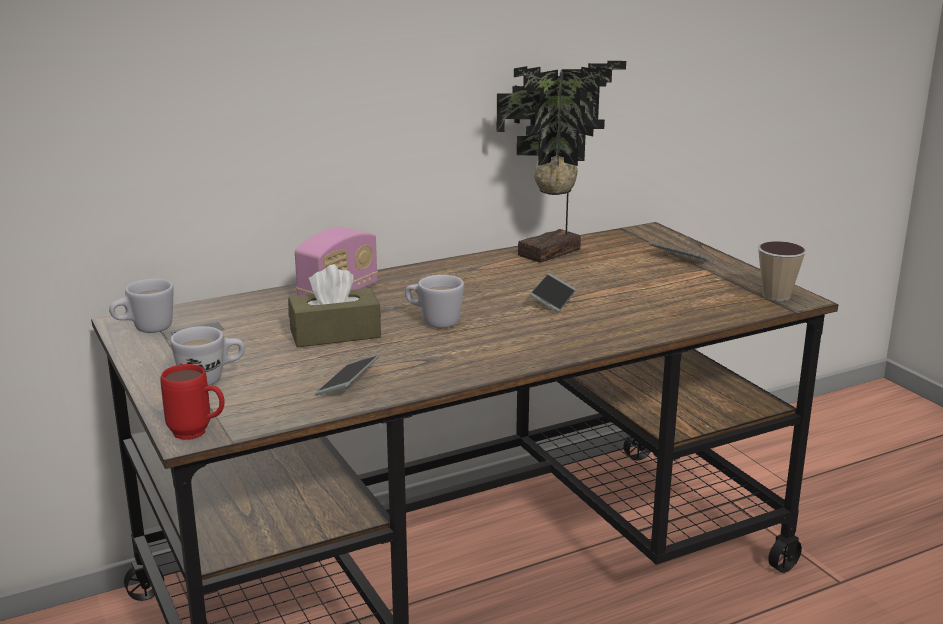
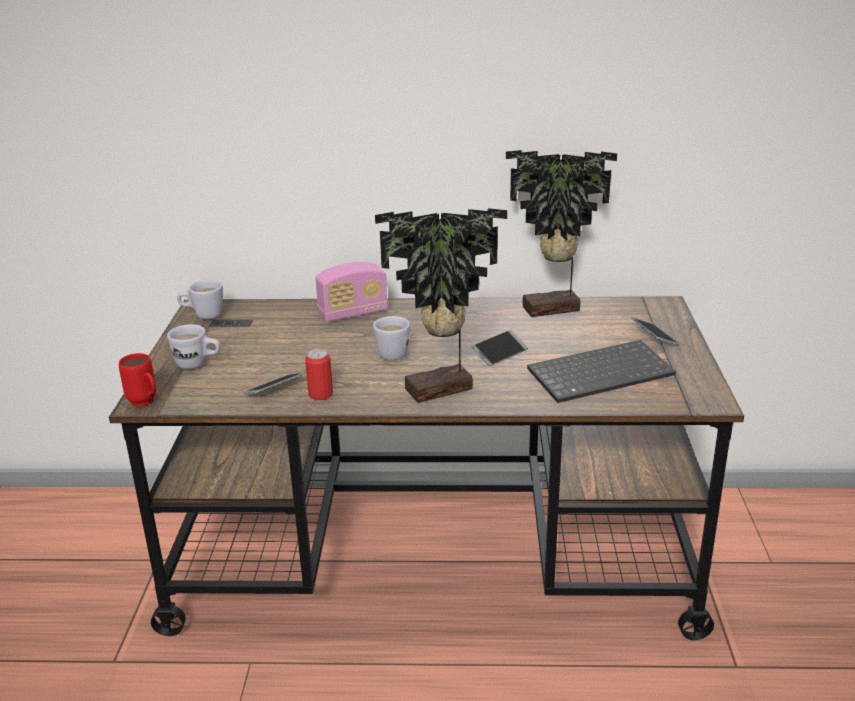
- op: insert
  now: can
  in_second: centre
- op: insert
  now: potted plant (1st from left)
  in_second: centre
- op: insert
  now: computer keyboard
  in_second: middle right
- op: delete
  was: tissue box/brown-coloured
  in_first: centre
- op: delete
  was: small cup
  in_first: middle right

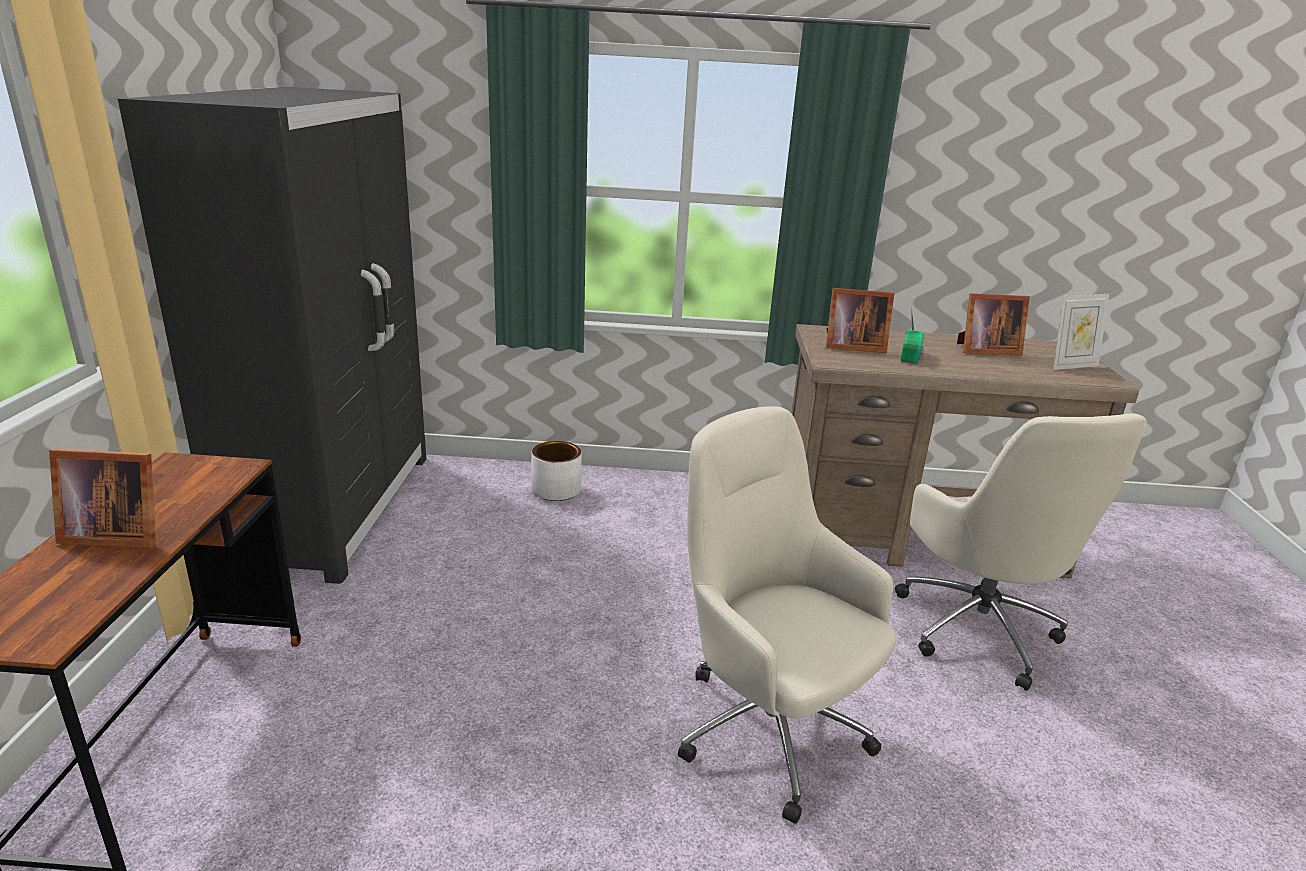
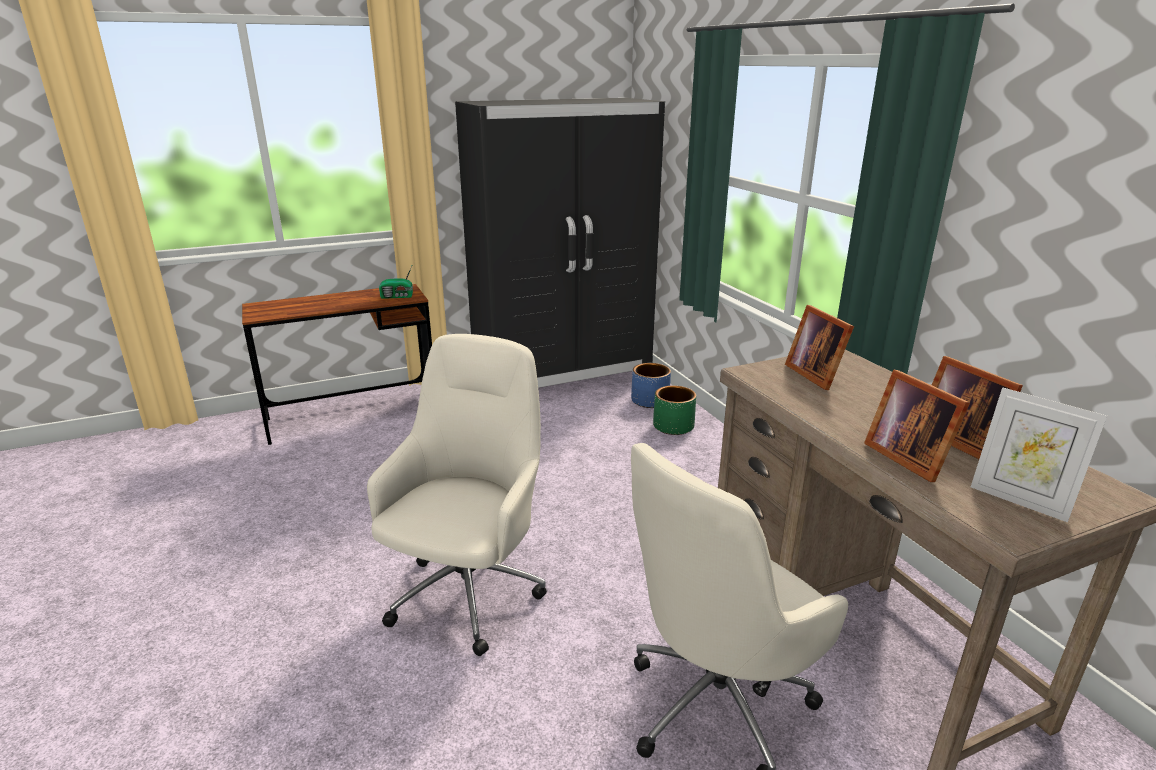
- op: move
  was: radio receiver
  in_first: middle right
  in_second: centre
- op: insert
  now: plant pot/bluish
  in_second: centre
- op: recolor
  was: plant pot/white
  now: plant pot/greenish
  in_first: centre
  in_second: centre
- op: move
  was: standing frame (1st from left in the first image)
  now: standing frame (2nd from left)
  in_first: middle left
  in_second: middle right

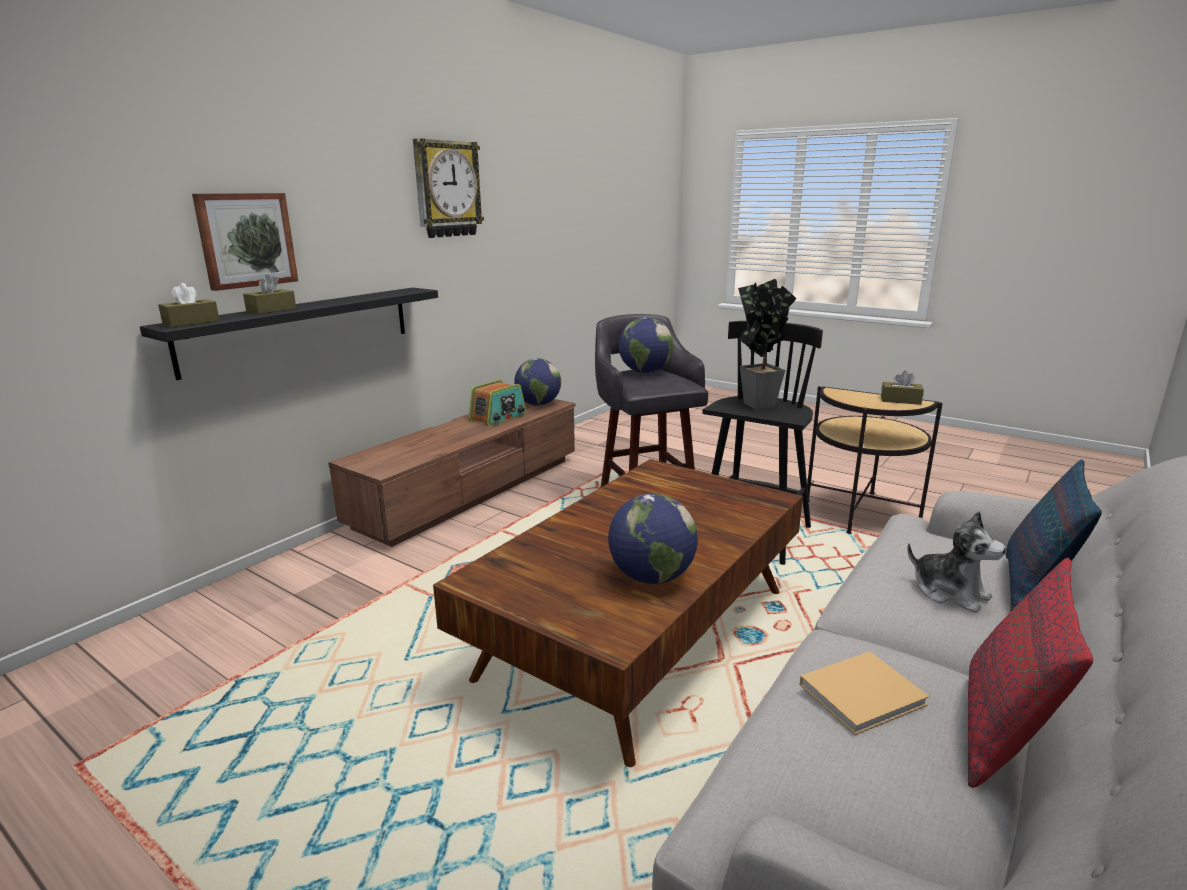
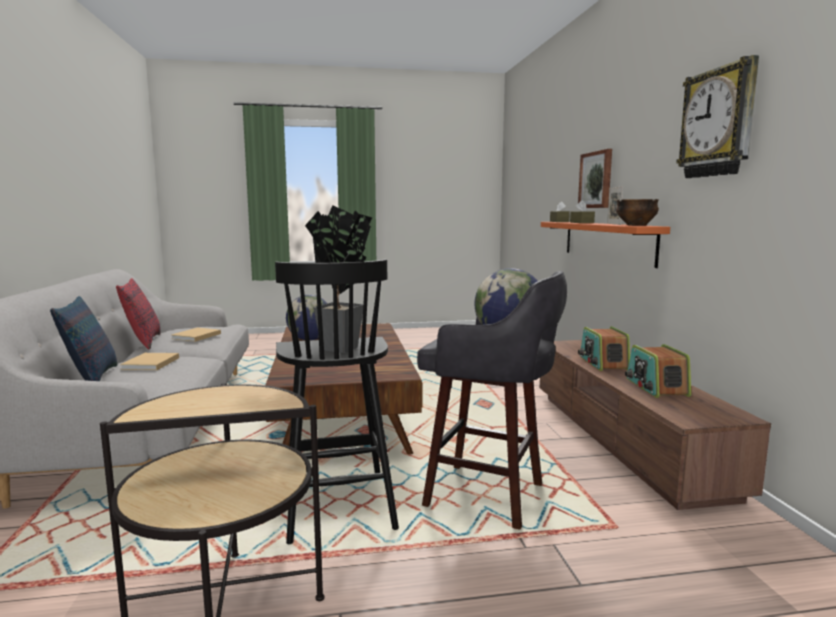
- op: replace
  was: soft toy
  now: bound book/beige (1st from left)
  in_first: middle right
  in_second: middle left
- op: recolor
  was: shelf/black-coloured
  now: shelf/orange-coloured
  in_first: middle left
  in_second: middle right
- op: insert
  now: radio receiver (1st from left)
  in_second: middle right
- op: insert
  now: standing frame
  in_second: top right
- op: insert
  now: deep dish
  in_second: middle right
- op: delete
  was: globe (1st from left)
  in_first: centre
- op: delete
  was: tissue box/brown-coloured (3rd from left)
  in_first: middle right

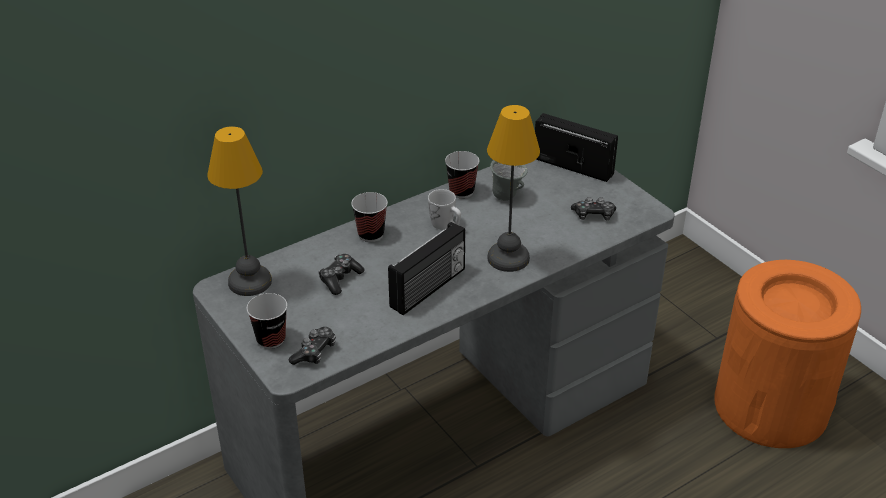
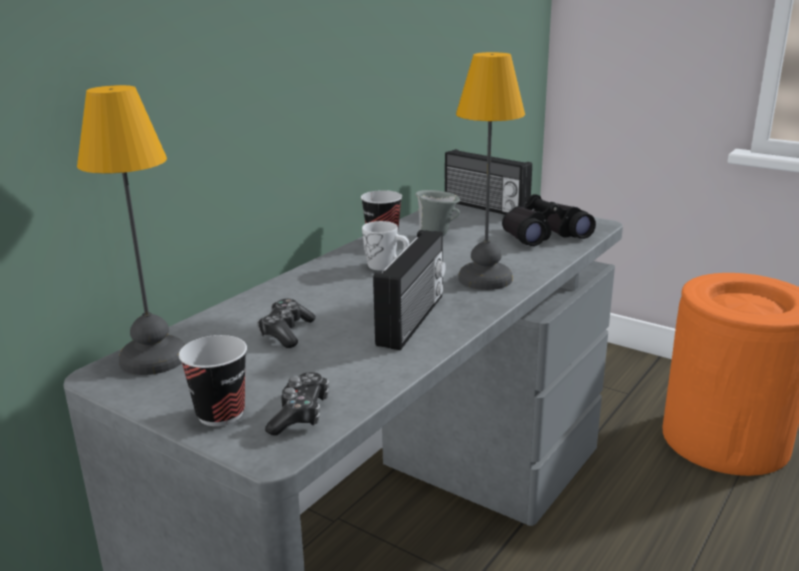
- op: rotate
  was: radio receiver (2nd from left)
  in_first: top centre
  in_second: top centre
  clockwise: -150
- op: replace
  was: joypad (3rd from left)
  now: pair of binoculars/black-coloured
  in_first: middle right
  in_second: middle right
- op: delete
  was: small cup (2nd from left)
  in_first: centre

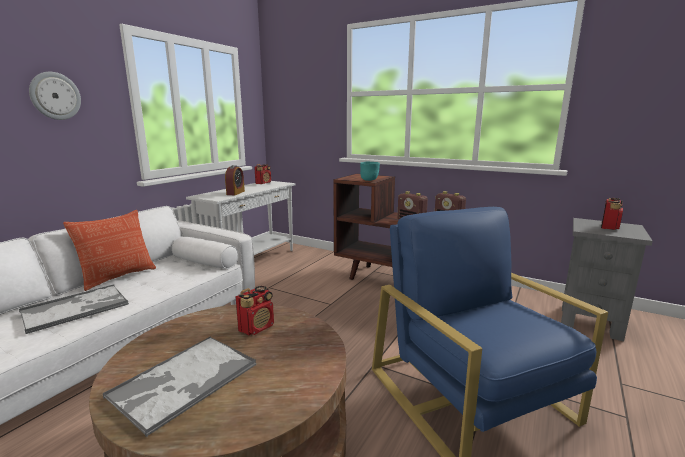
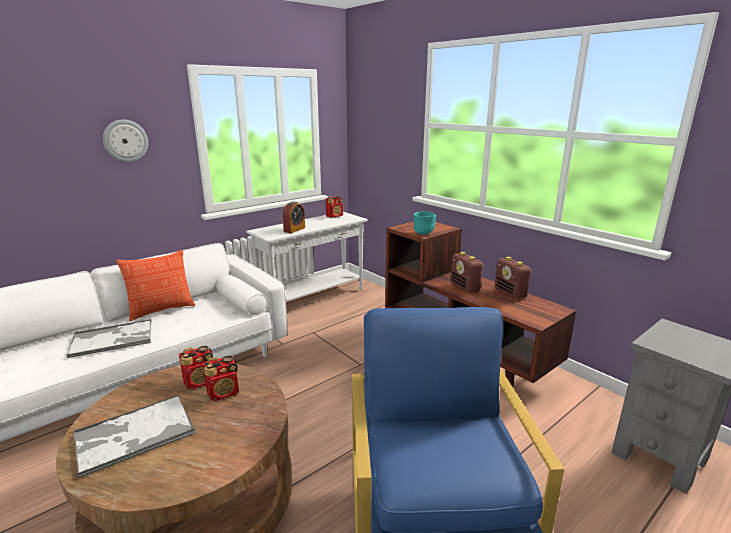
- op: move
  was: radio receiver (5th from left in the first image)
  now: radio receiver (1st from left)
  in_first: middle right
  in_second: bottom left

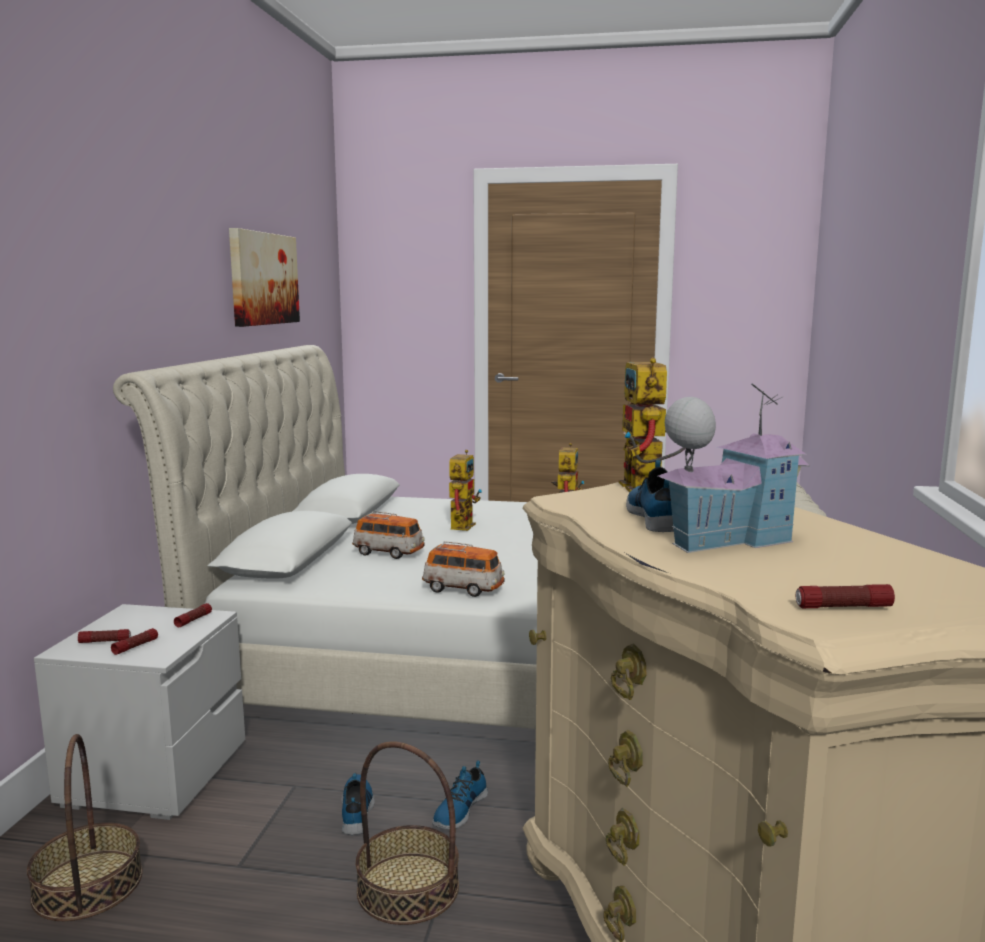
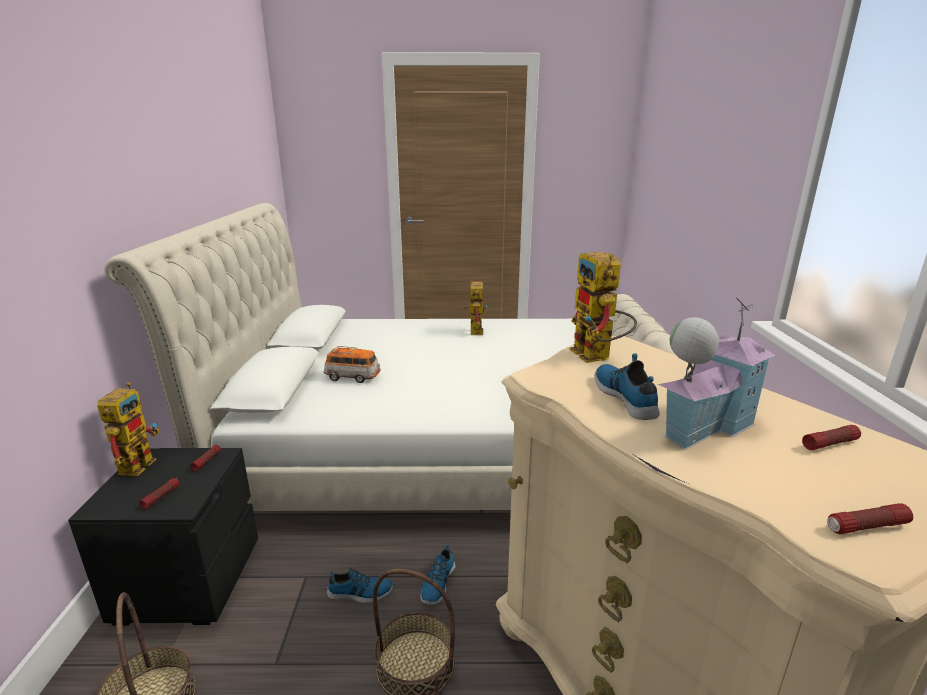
- op: recolor
  was: bedside table/white
  now: bedside table/black-coloured
  in_first: bottom left
  in_second: bottom left
- op: move
  was: model robot (1st from left)
  in_first: centre
  in_second: middle left
- op: rotate
  was: low shoe (1st from left)
  in_first: bottom centre
  in_second: bottom centre
  clockwise: 105
- op: move
  was: flashlight (1st from left in the first image)
  now: flashlight (3rd from left)
  in_first: bottom left
  in_second: middle right
- op: delete
  was: wall picture
  in_first: top left
- op: delete
  was: model car (2nd from left)
  in_first: centre

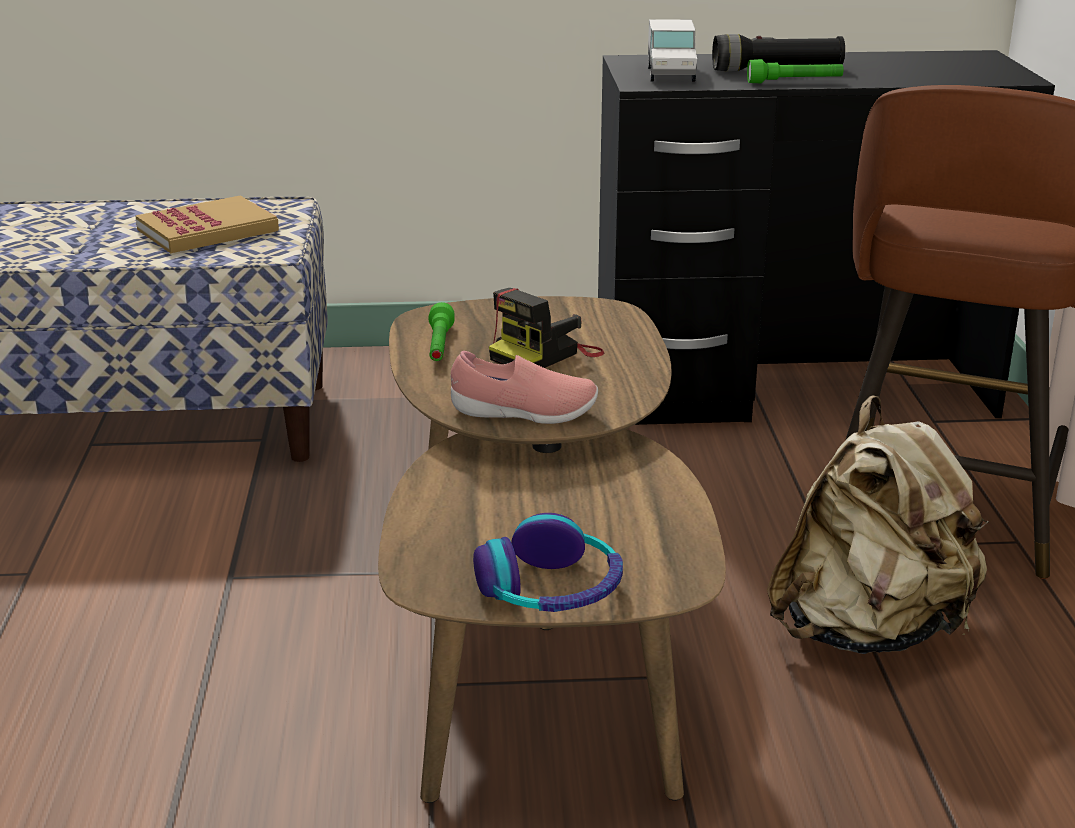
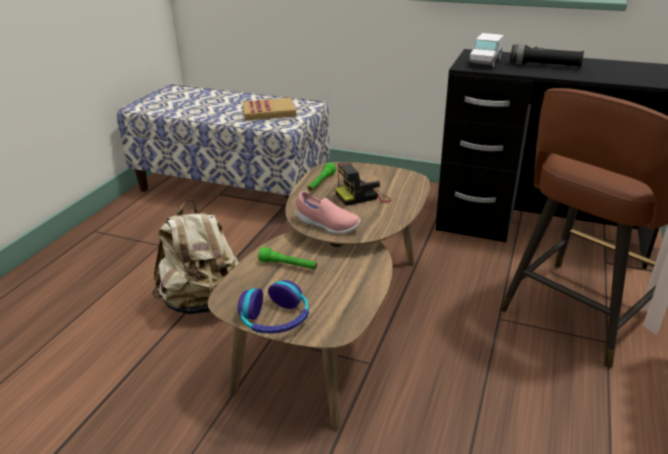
- op: move
  was: backpack/beige
  in_first: middle right
  in_second: middle left
- op: move
  was: flashlight/greenish (2nd from left in the first image)
  now: flashlight/greenish (1st from left)
  in_first: top right
  in_second: centre

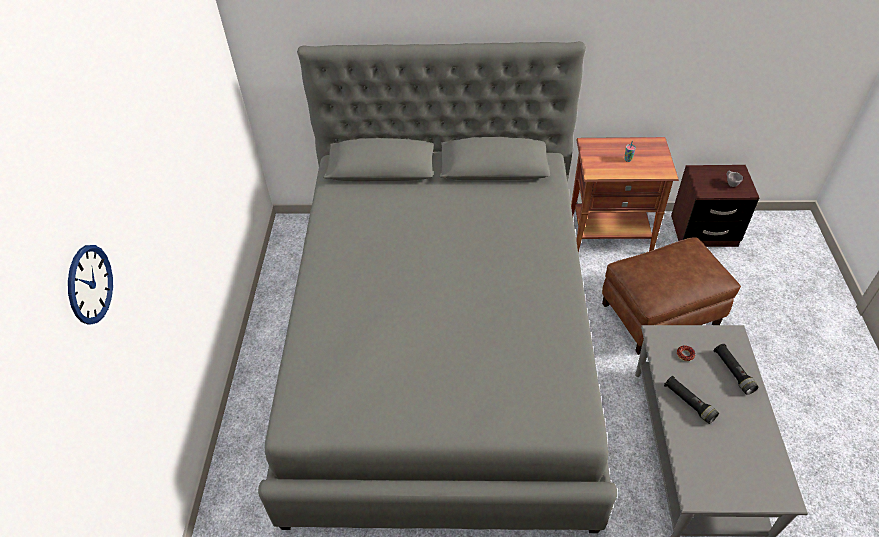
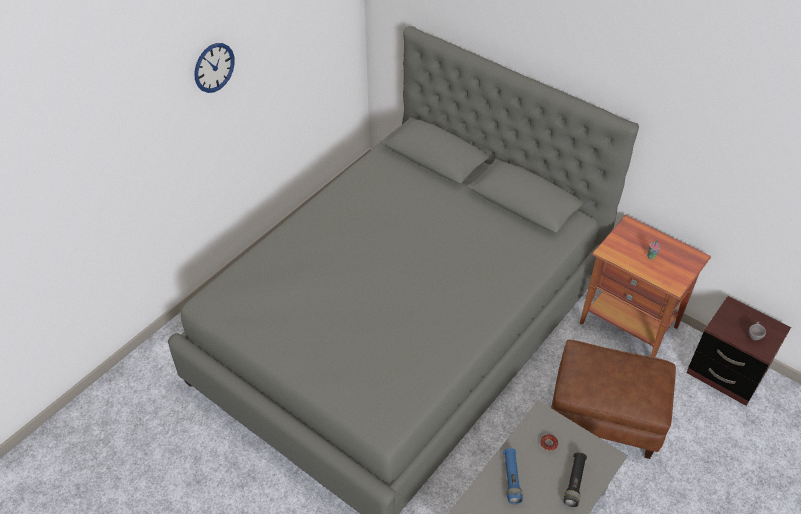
- op: move
  was: hanging clock
  in_first: middle left
  in_second: top left
- op: recolor
  was: flashlight/black-coloured (1st from left)
  now: flashlight/bluish
  in_first: bottom right
  in_second: bottom centre

